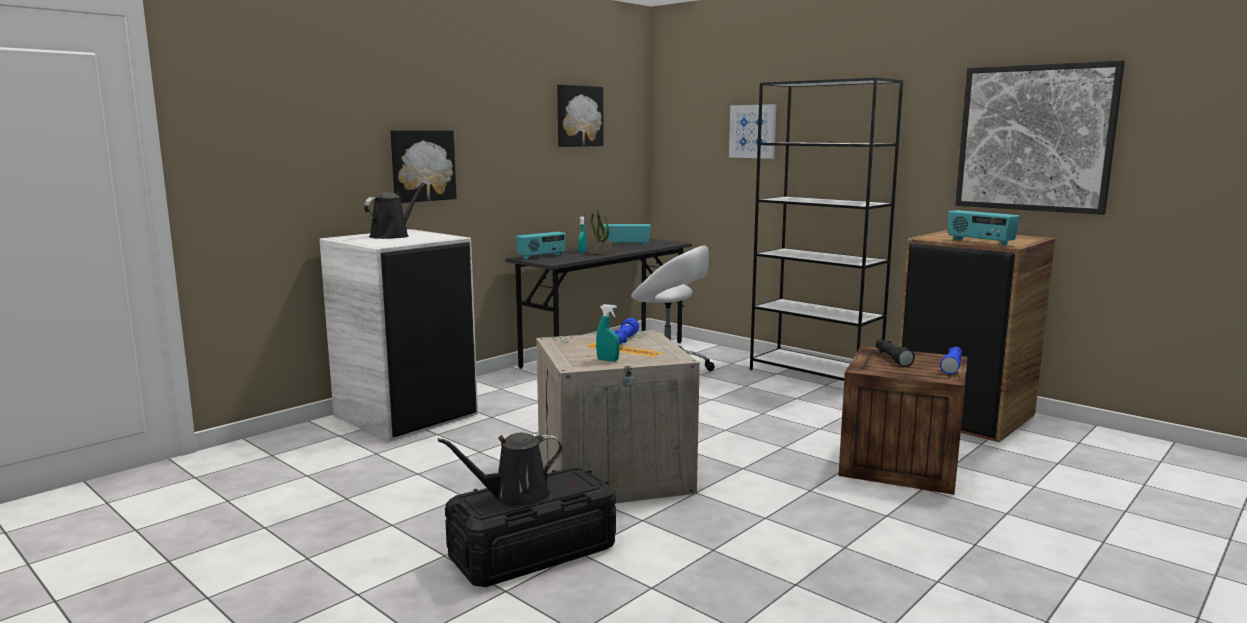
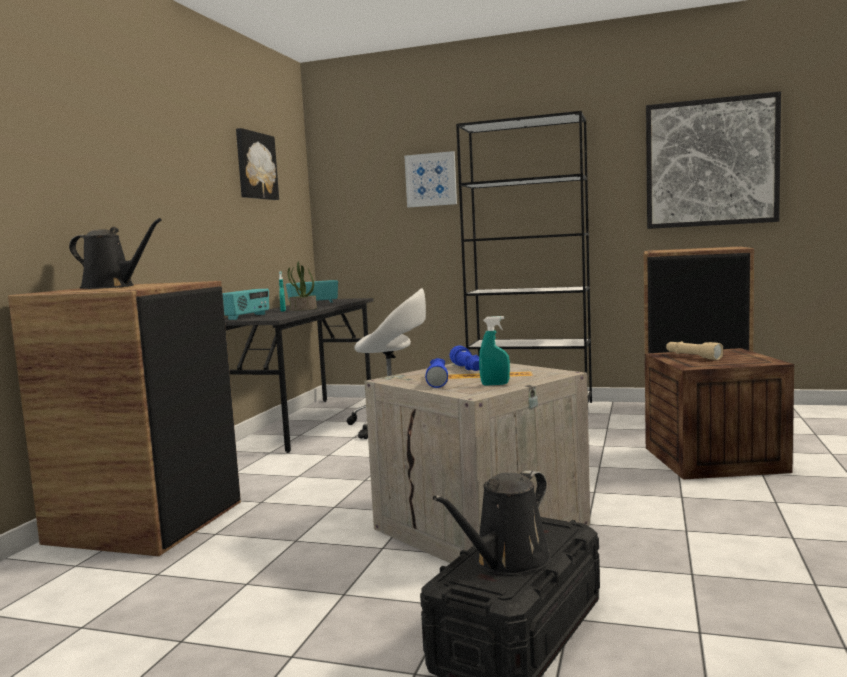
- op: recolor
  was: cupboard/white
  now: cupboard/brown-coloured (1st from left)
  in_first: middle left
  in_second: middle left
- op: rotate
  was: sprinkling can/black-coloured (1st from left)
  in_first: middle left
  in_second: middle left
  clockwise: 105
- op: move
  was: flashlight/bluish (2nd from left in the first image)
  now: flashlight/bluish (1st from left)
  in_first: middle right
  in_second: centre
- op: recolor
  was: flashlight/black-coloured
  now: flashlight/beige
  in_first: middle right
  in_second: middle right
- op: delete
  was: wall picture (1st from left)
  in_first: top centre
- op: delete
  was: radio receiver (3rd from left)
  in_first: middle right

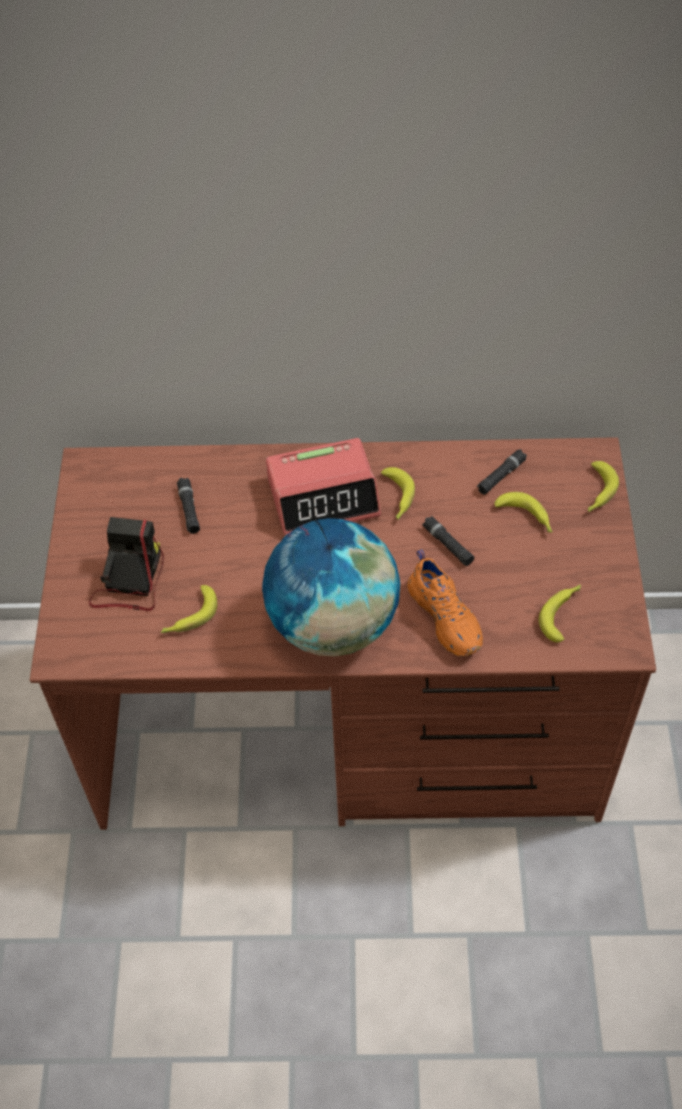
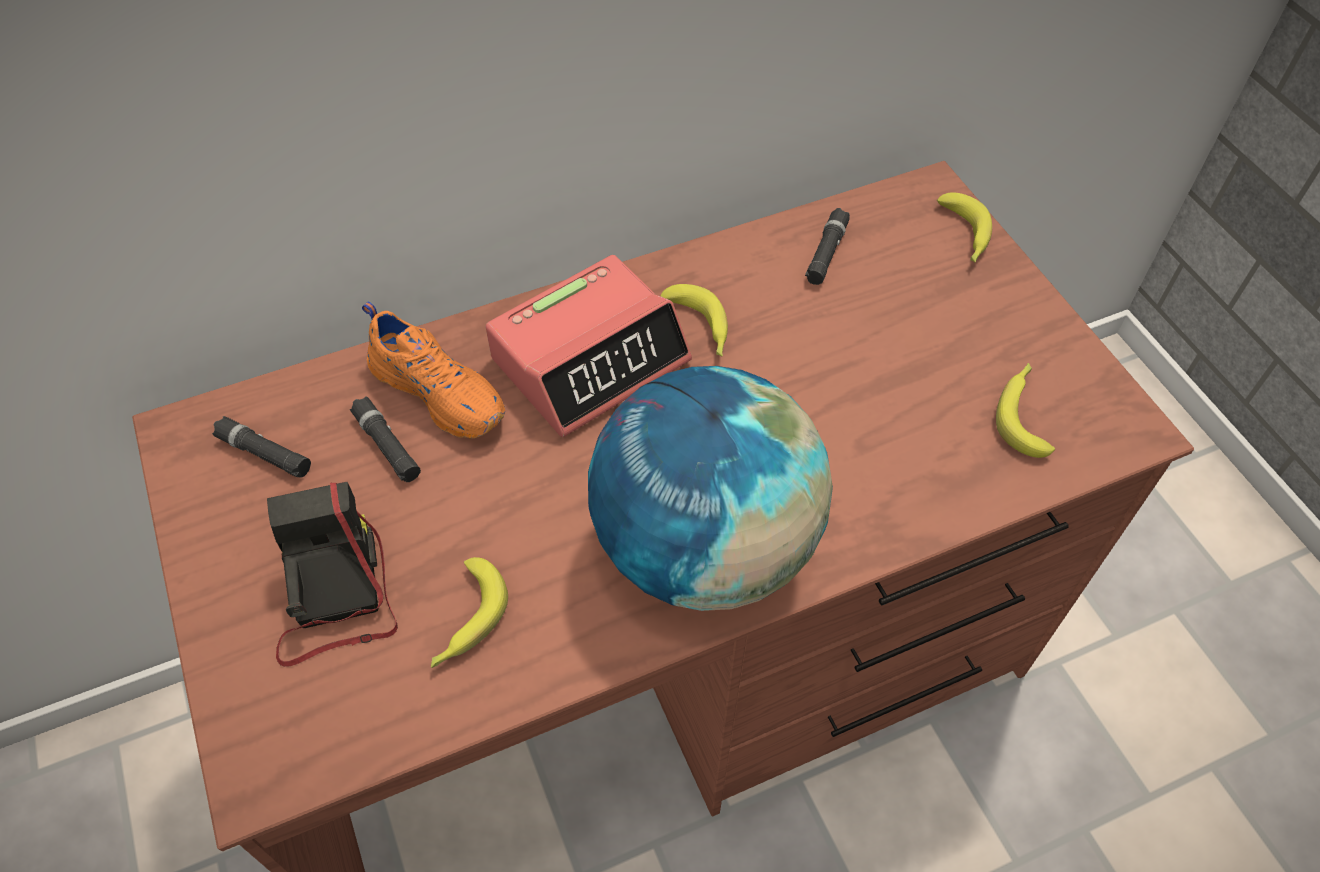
- op: move
  was: flashlight/black-coloured (2nd from left in the first image)
  now: flashlight/black-coloured (1st from left)
  in_first: centre
  in_second: middle left
- op: move
  was: low shoe/orange-coloured
  in_first: centre
  in_second: middle left
- op: delete
  was: banana fruit (3rd from left)
  in_first: middle right

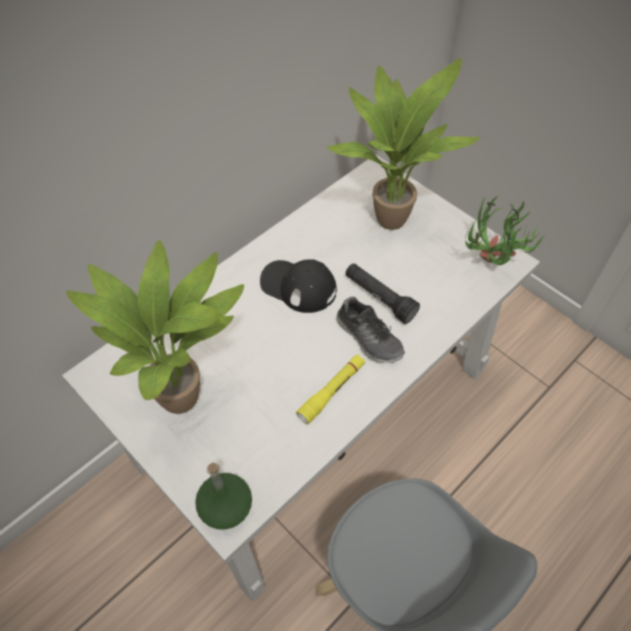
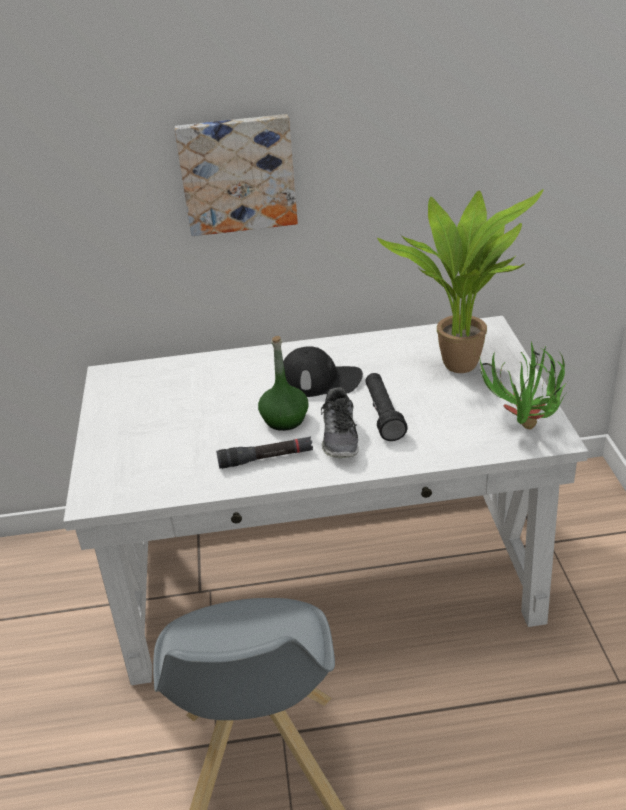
- op: insert
  now: wall picture
  in_second: top centre
- op: recolor
  was: flashlight/yellowish
  now: flashlight/black-coloured (1st from left)
  in_first: centre
  in_second: centre
- op: move
  was: bottle/greenish
  in_first: bottom centre
  in_second: centre
- op: rotate
  was: cap/black-coloured
  in_first: centre
  in_second: centre
  clockwise: 120
- op: delete
  was: potted plant (1st from left)
  in_first: middle left

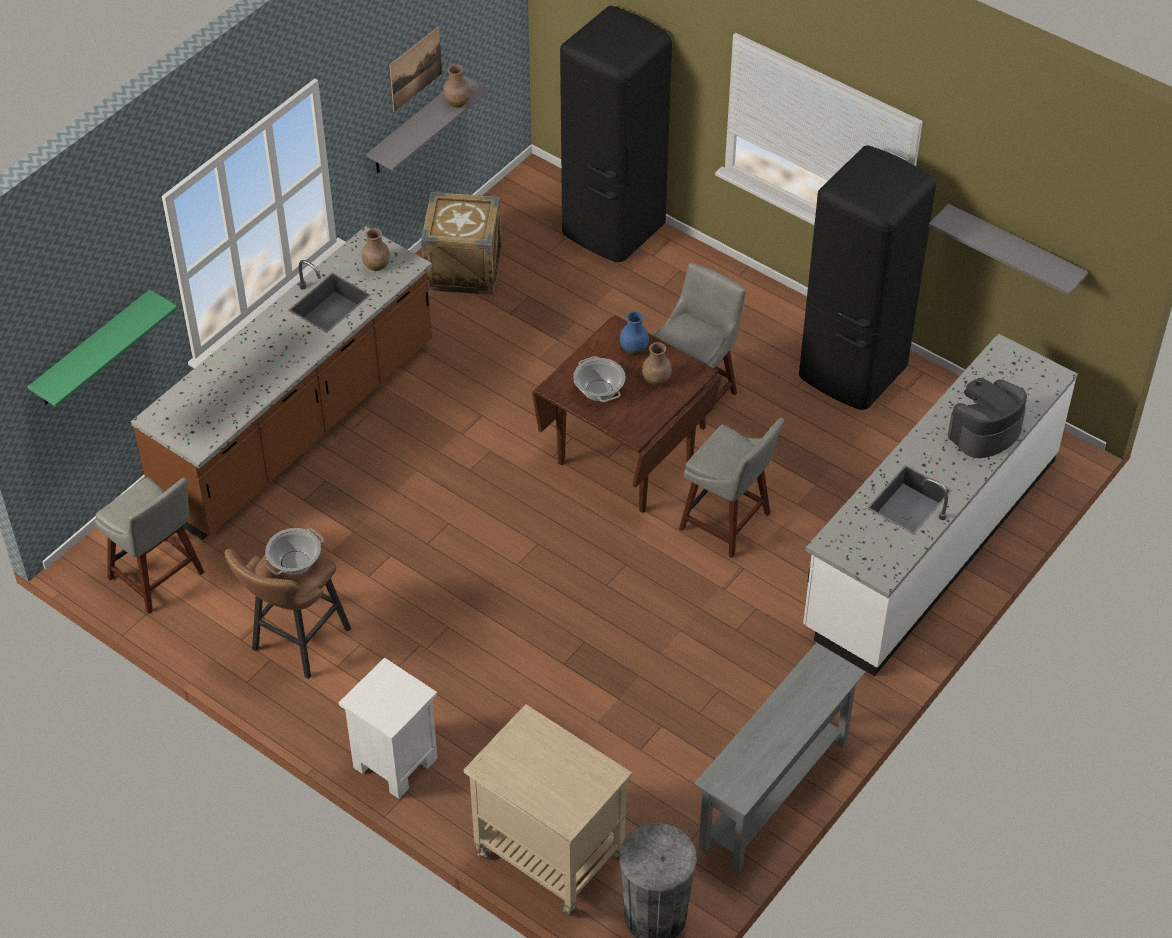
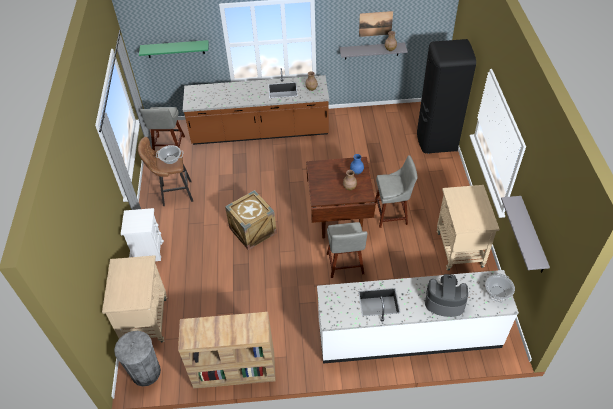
- op: replace
  was: narrow table/gray
  now: bookshelf/brown-coloured
  in_first: bottom centre
  in_second: bottom centre
- op: move
  was: shipping crate
  in_first: top centre
  in_second: centre
- op: replace
  was: kitchen fridge/black-coloured (2nd from left)
  now: wheeled cart/beige (2nd from left)
  in_first: top right
  in_second: middle right
- op: move
  was: saucepot (2nd from left)
  in_first: centre
  in_second: bottom right

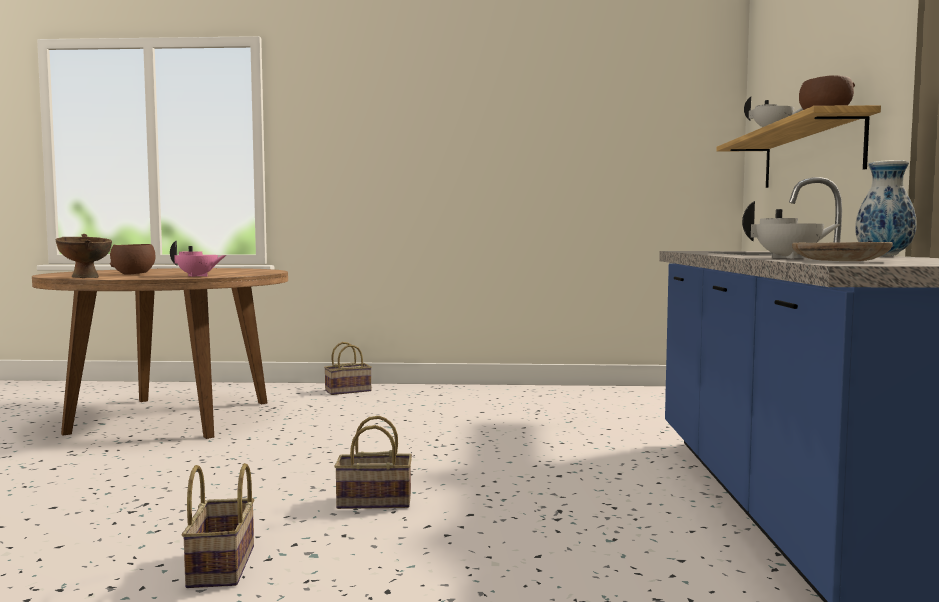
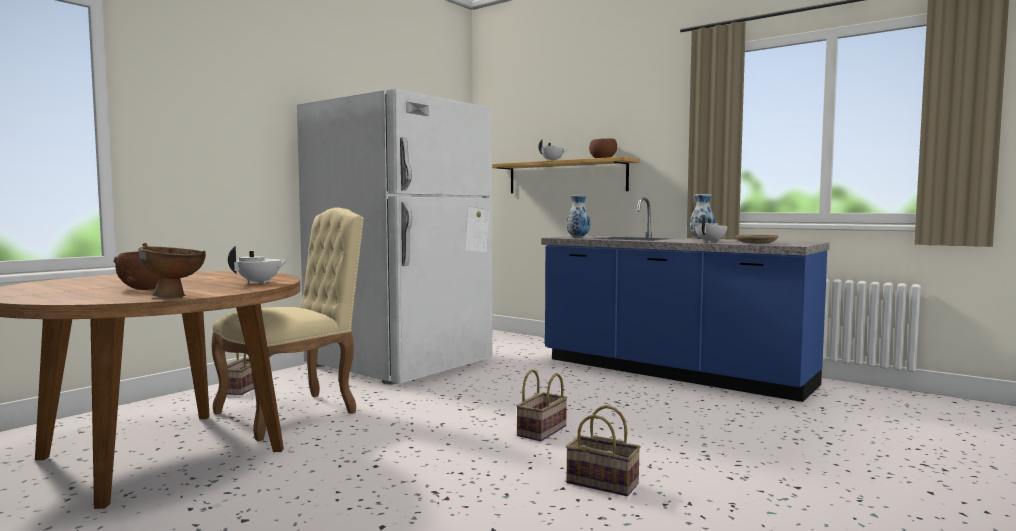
- op: insert
  now: chair/beige
  in_second: middle left
- op: recolor
  was: tea pot/pink
  now: tea pot/white (1st from left)
  in_first: middle left
  in_second: middle left
- op: insert
  now: kitchen fridge/white
  in_second: centre
- op: insert
  now: flower vase (1st from left)
  in_second: centre

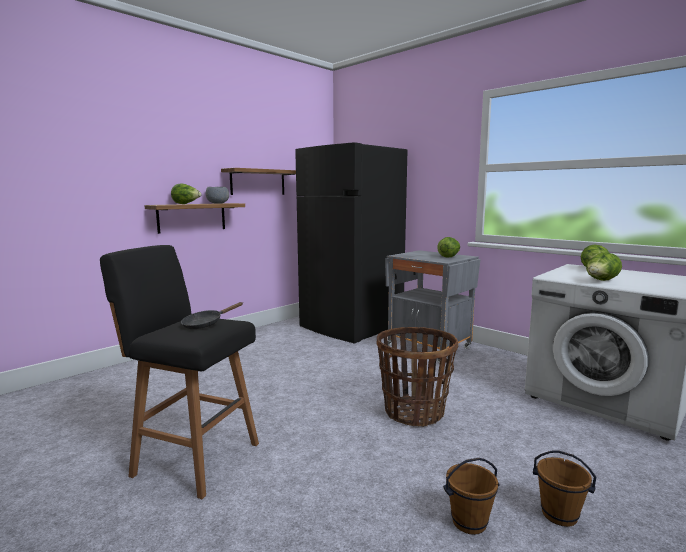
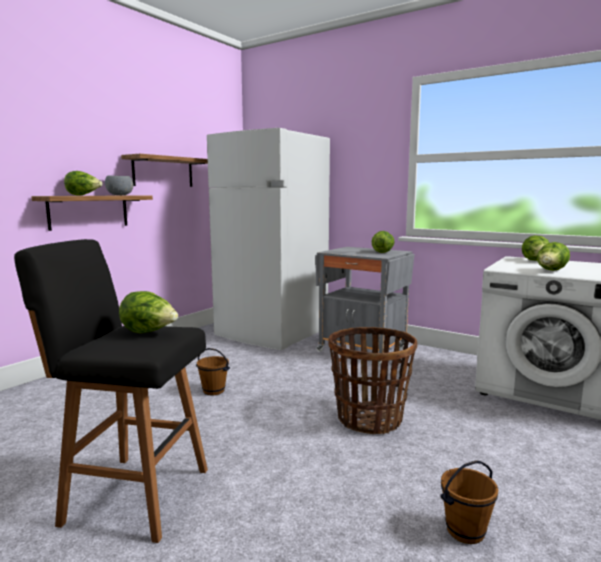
- op: replace
  was: frying pan/black-coloured
  now: head of lettuce (2nd from left)
  in_first: middle left
  in_second: middle left
- op: move
  was: bucket/brown-coloured (2nd from left in the first image)
  now: bucket/brown-coloured (1st from left)
  in_first: bottom right
  in_second: centre
- op: recolor
  was: kitchen fridge/black-coloured
  now: kitchen fridge/white
  in_first: centre
  in_second: centre

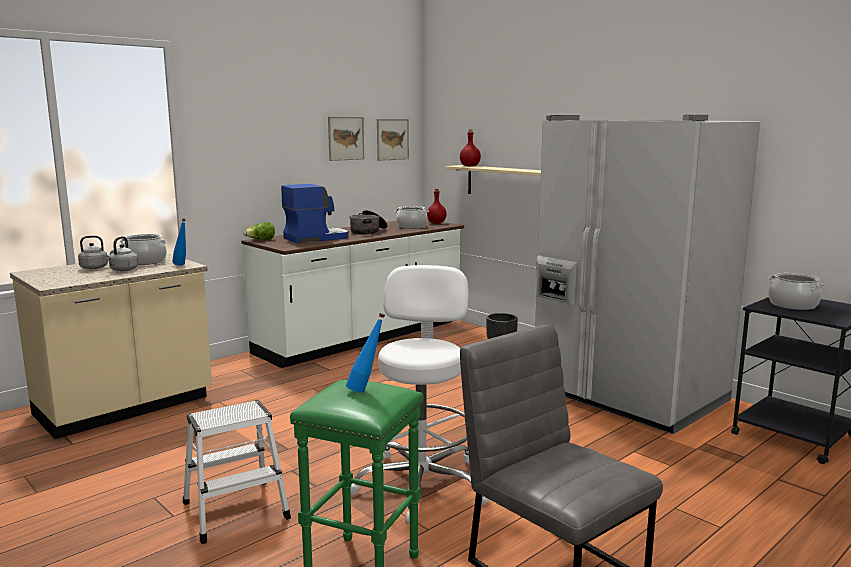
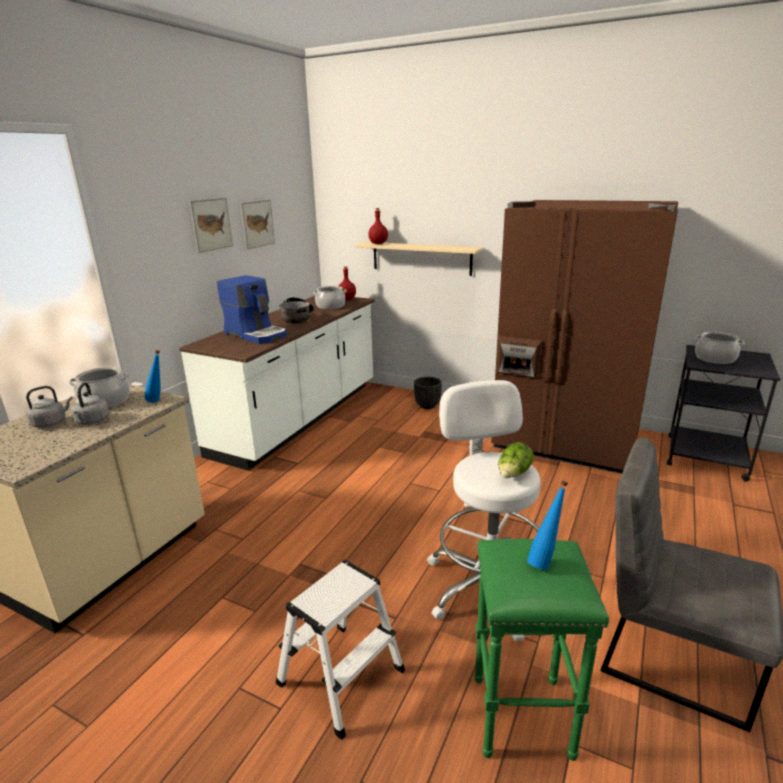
- op: move
  was: wall picture (2nd from left in the first image)
  now: wall picture (1st from left)
  in_first: top centre
  in_second: top left
- op: rotate
  was: coffee maker
  in_first: centre
  in_second: middle left
  clockwise: 90
- op: recolor
  was: kitchen fridge/white
  now: kitchen fridge/brown-coloured
  in_first: middle right
  in_second: middle right
- op: move
  was: head of lettuce
  in_first: middle left
  in_second: centre

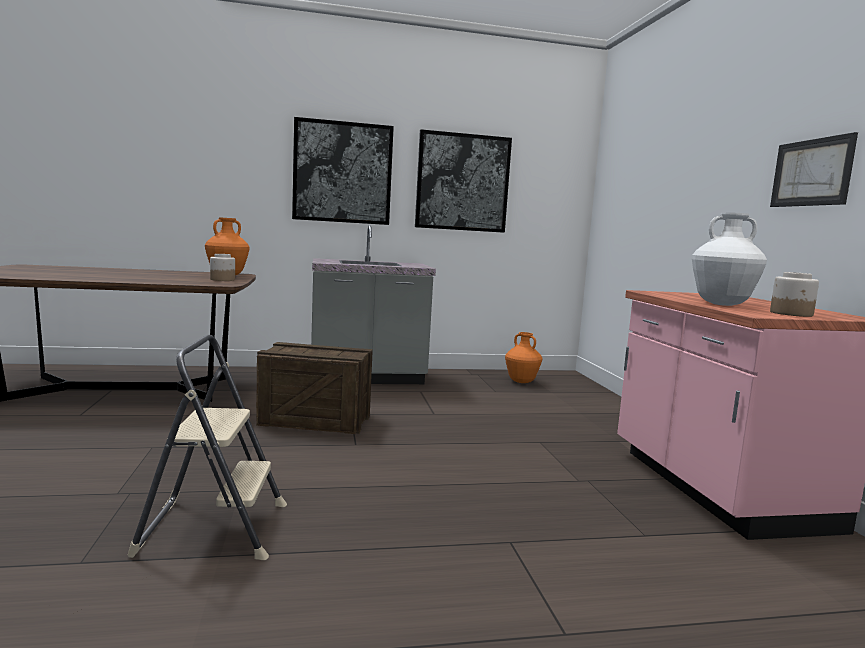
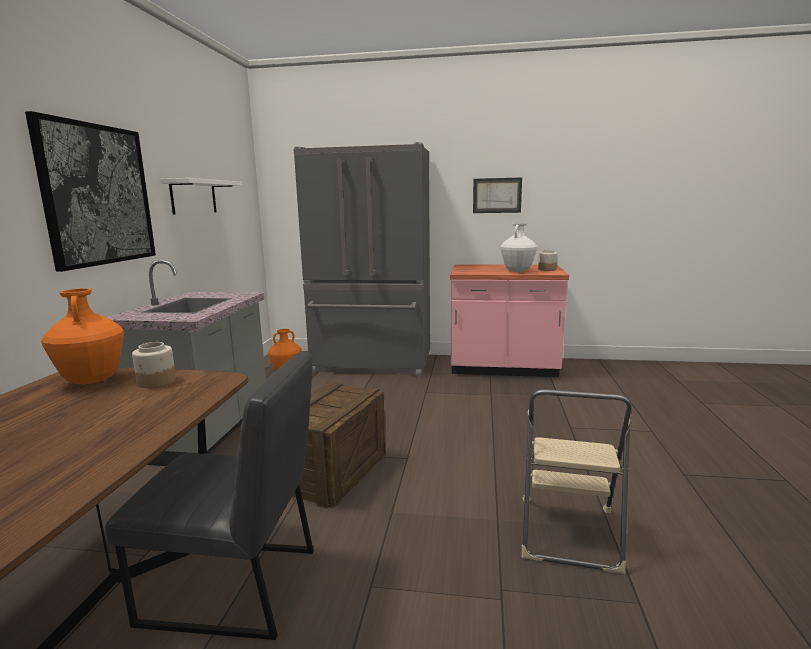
- op: insert
  now: chair/gray
  in_second: bottom left
- op: replace
  was: wall picture (2nd from left)
  now: shelf/white
  in_first: top centre
  in_second: top left
- op: insert
  now: kitchen fridge/gray
  in_second: centre

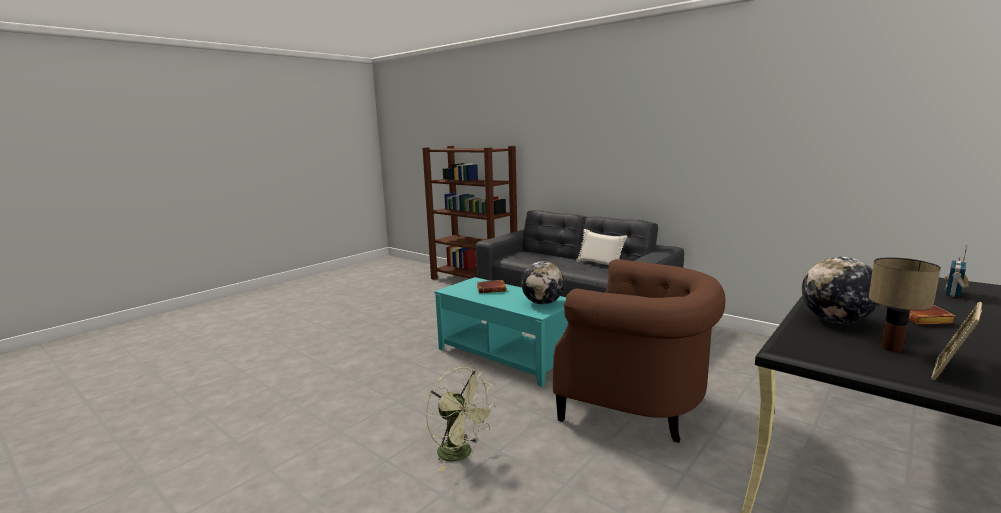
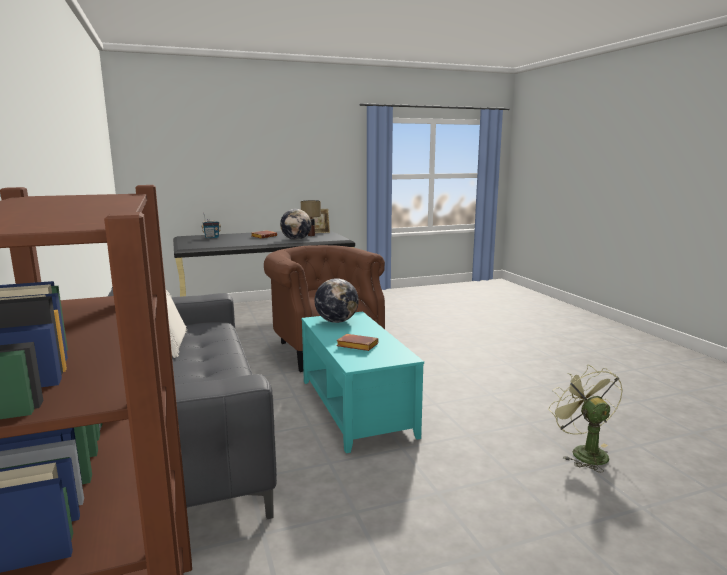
- op: move
  was: fan/greenish
  in_first: bottom centre
  in_second: bottom right

